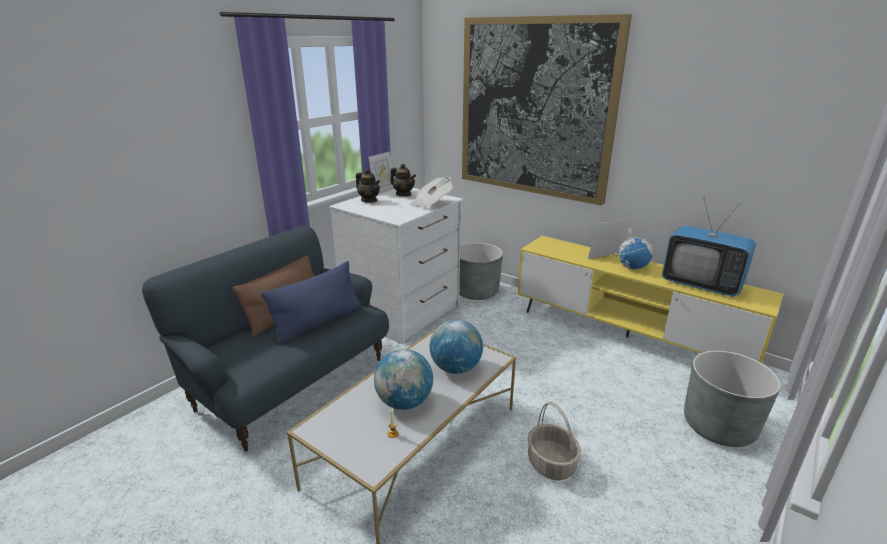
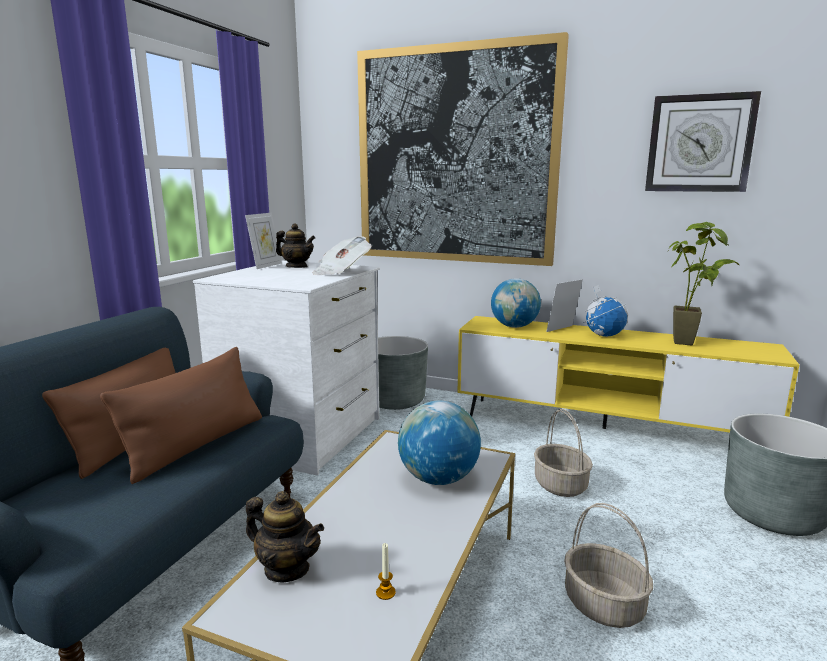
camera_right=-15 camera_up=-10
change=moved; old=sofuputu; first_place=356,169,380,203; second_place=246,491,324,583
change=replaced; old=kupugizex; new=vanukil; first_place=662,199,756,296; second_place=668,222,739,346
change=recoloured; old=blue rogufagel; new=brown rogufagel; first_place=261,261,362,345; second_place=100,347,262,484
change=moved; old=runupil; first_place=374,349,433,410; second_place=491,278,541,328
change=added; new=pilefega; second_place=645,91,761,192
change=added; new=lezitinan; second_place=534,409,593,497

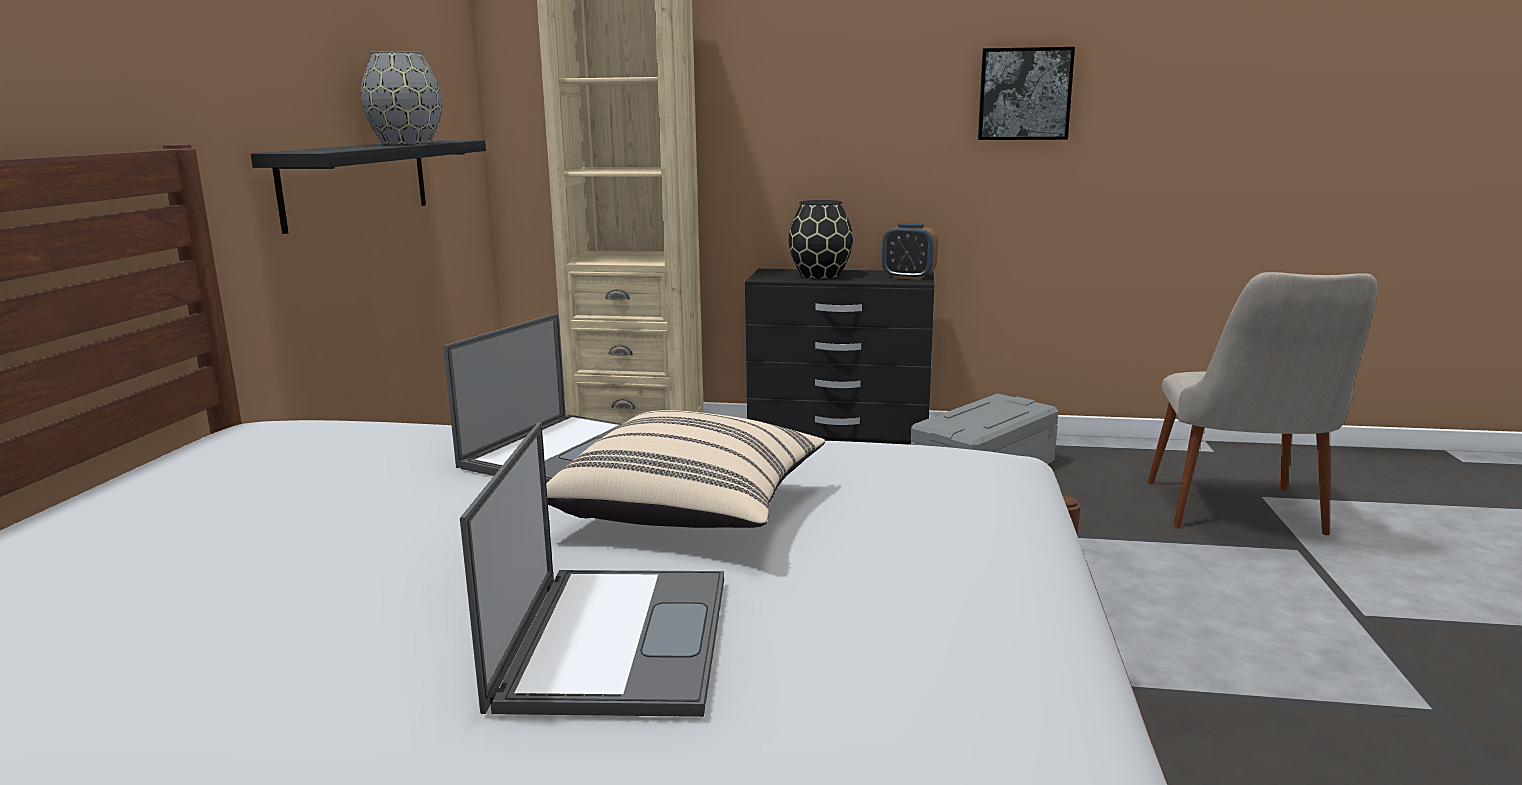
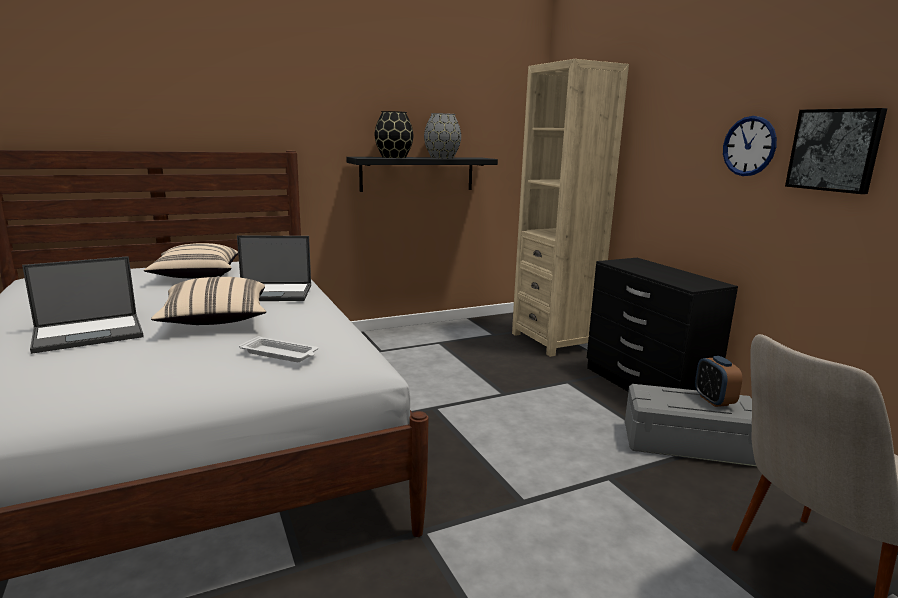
camera_right=55 camera_up=0
change=moved; old=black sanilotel; first_place=788,200,853,279; second_place=375,111,413,158
change=moved; old=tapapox; first_place=882,223,938,280; second_place=695,356,742,407
change=added; new=pilefega; second_place=723,116,777,176
change=added; new=beige rogufagel; second_place=144,243,238,278
change=added; new=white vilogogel; second_place=239,336,318,362

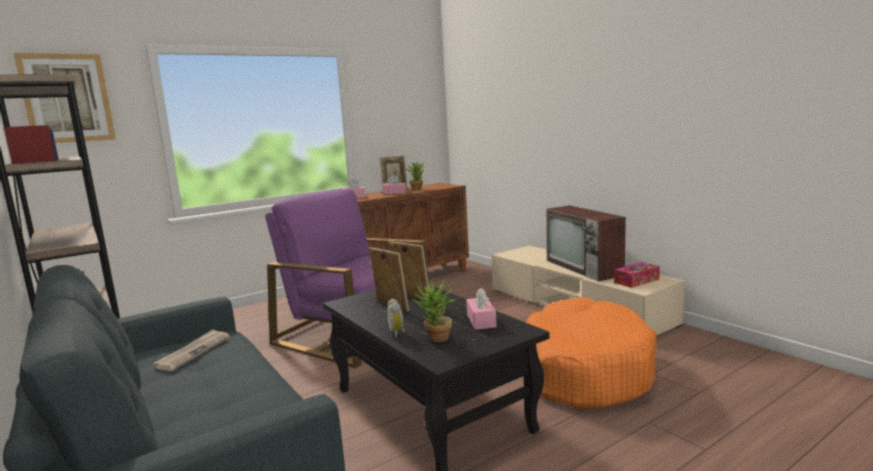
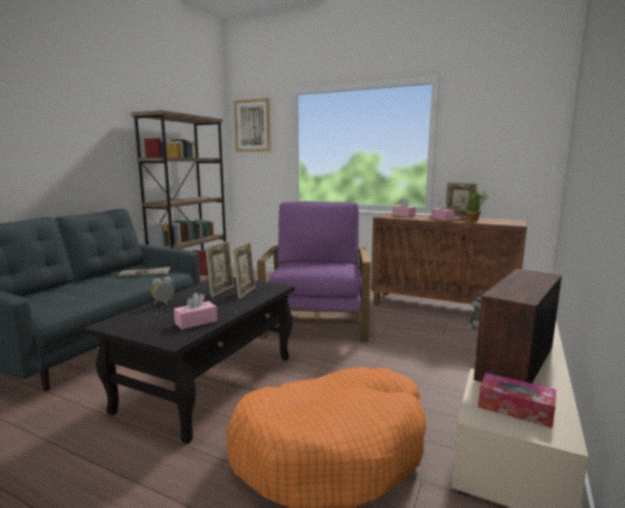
camera_right=60 camera_up=0
change=removed; old=vanukil; first_place=412,280,456,342

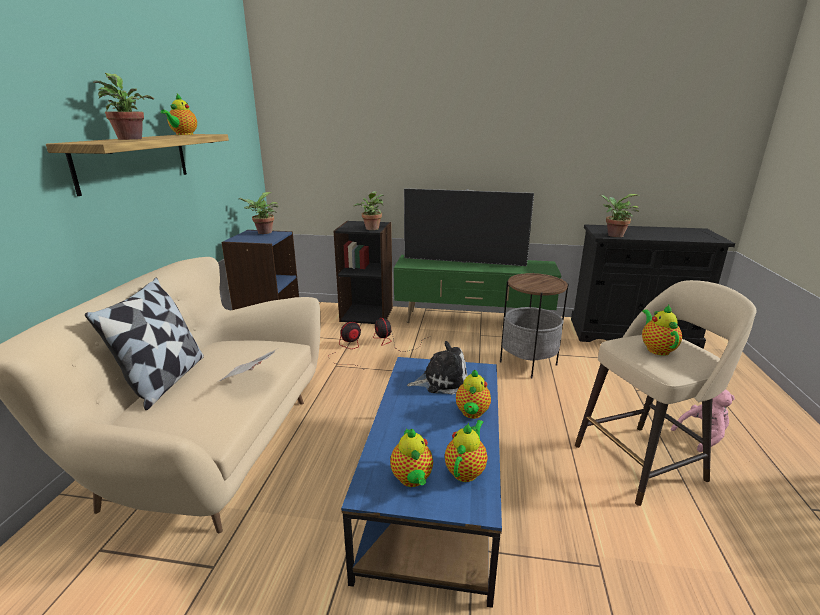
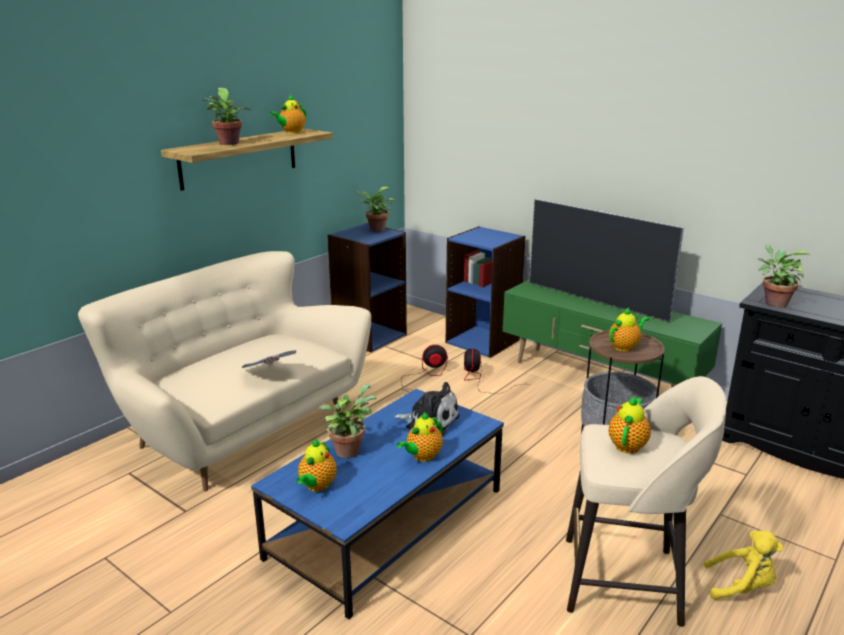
camera_right=30 camera_up=0
change=moved; old=vanukil; first_place=354,191,384,230; second_place=319,384,376,458
change=recoloured; old=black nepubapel; new=blue nepubapel; first_place=334,221,393,324; second_place=446,226,526,358
change=removed; old=rogufagel; first_place=85,277,204,410
change=recoloured; old=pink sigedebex; new=yellow sigedebex; first_place=671,389,735,452; second_place=704,530,784,600
change=moved; old=sofuputu; first_place=445,420,488,482; second_place=609,308,649,352

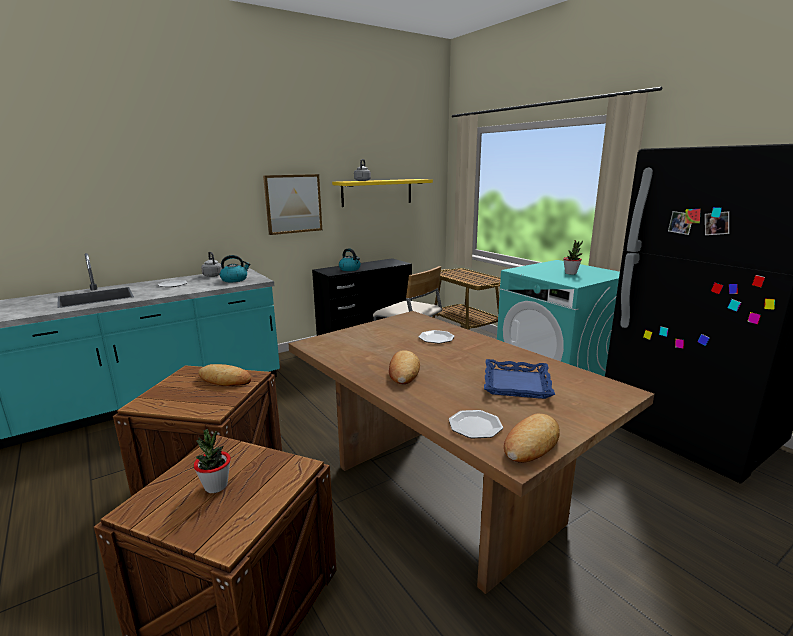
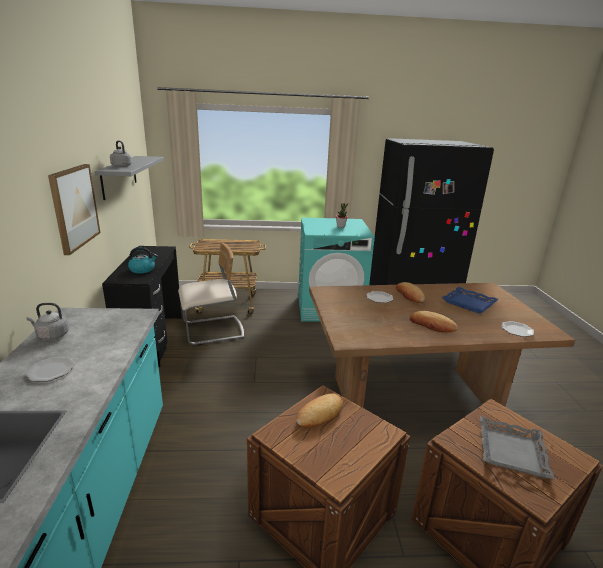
camera_right=-60 camera_up=5
change=recoloured; old=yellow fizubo; new=grey fizubo; first_place=332,179,433,207; second_place=94,156,164,200
change=removed; old=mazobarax; first_place=220,255,250,282
change=moved; old=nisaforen; first_place=504,413,560,463; second_place=396,282,425,303
change=replaced; old=vanukil; new=grey vilogogel; first_place=194,429,231,493; second_place=480,416,555,479

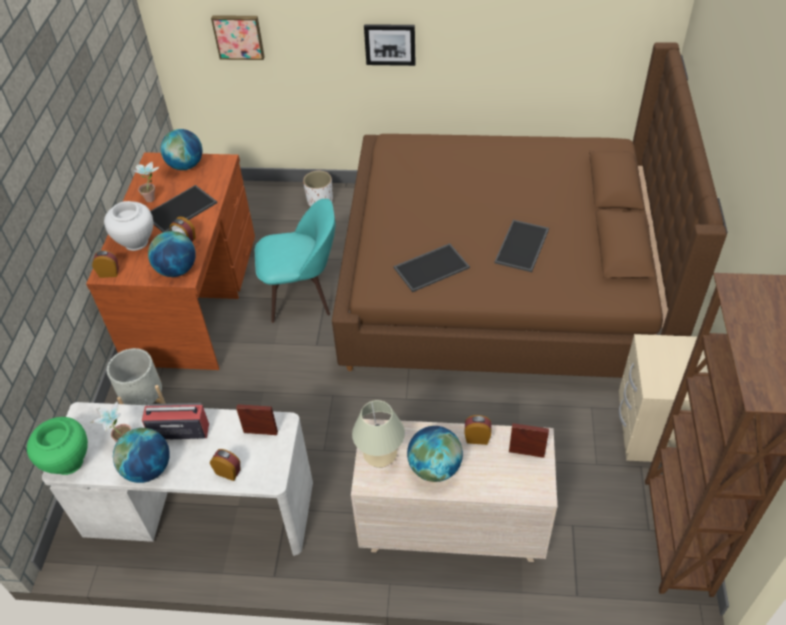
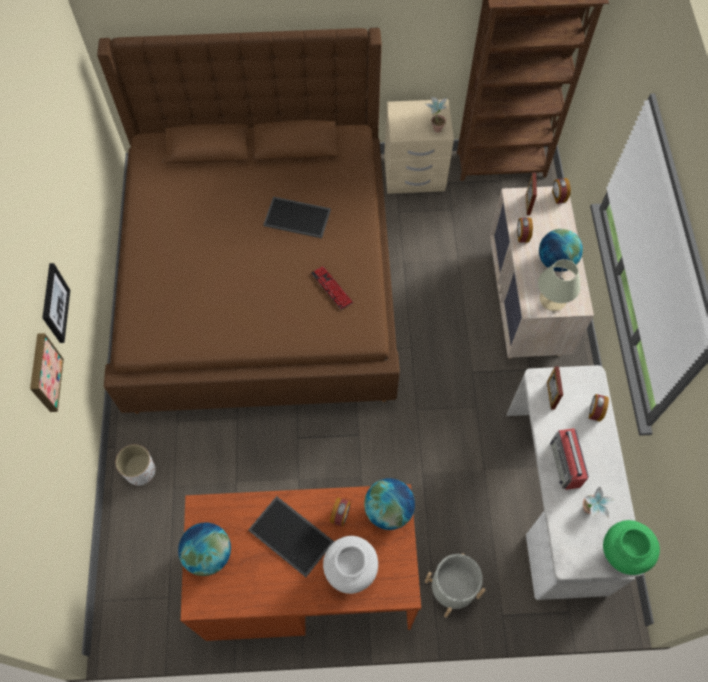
camera_right=-100 camera_up=15
change=moved; old=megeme; first_place=211,15,265,60; second_place=30,333,64,412
change=moved; old=vanukil; first_place=133,162,159,202; second_place=425,96,447,133
change=removed; old=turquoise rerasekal; first_place=255,199,336,323
change=replaced; old=vilogogel; new=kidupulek; first_place=394,243,470,292; second_place=311,266,353,310
change=moved; old=tapapox; first_place=92,250,119,278; second_place=552,178,571,204
change=removed; old=runupil; first_place=113,428,170,483

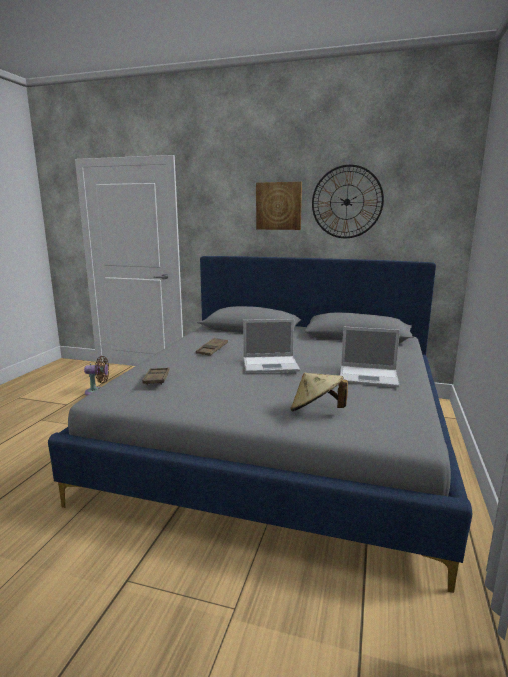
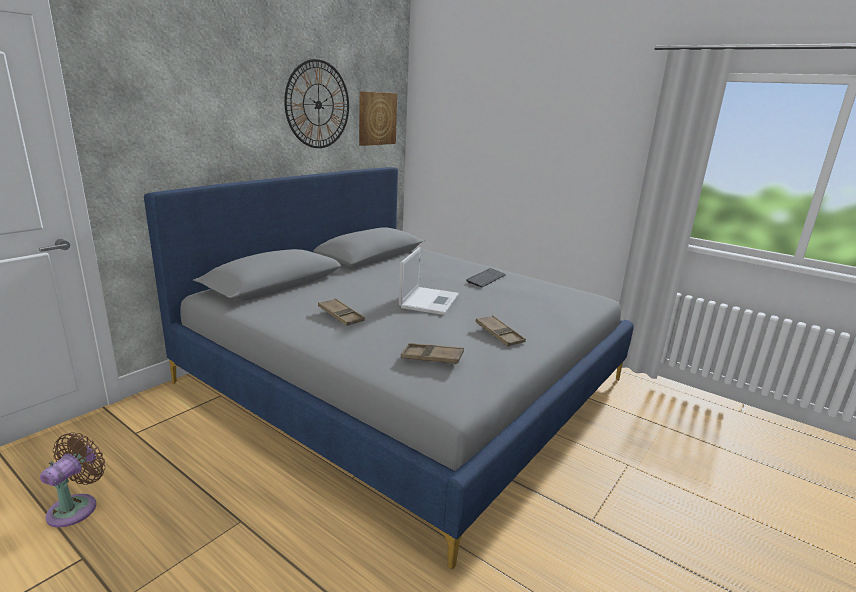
camera_right=-70 camera_up=5
change=moved; old=megeme; first_place=256,182,302,230; second_place=359,91,397,146
change=replaced; old=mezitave; new=kidupulek; first_place=340,327,400,387; second_place=466,268,506,287
change=removed; old=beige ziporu; first_place=290,373,348,411
change=added; new=brown vilogogel; second_place=475,315,526,346

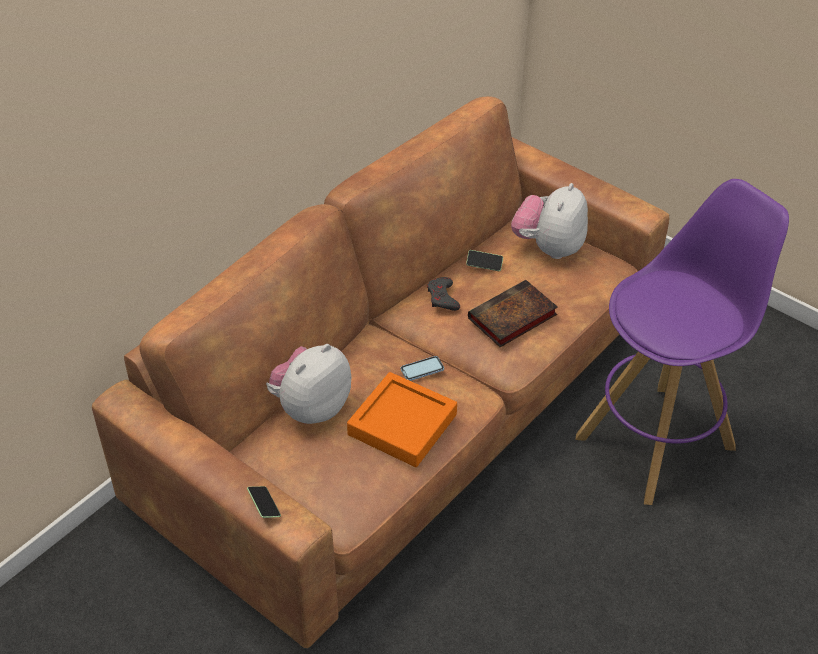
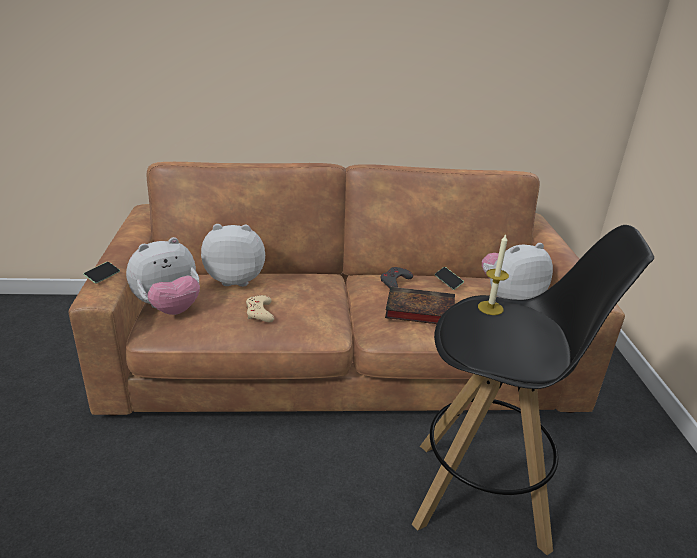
camera_right=45 camera_up=-15
change=recoloured; old=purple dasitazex; new=black dasitazex; first_place=575,179,789,505; second_place=412,225,654,555
change=removed; old=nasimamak; first_place=401,356,444,381
change=replaced; old=orange vilogogel; new=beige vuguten; first_place=347,372,457,467; second_place=246,295,274,322
change=added; new=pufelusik; second_place=478,234,509,315
change=added; new=sigedebex; second_place=126,237,200,315

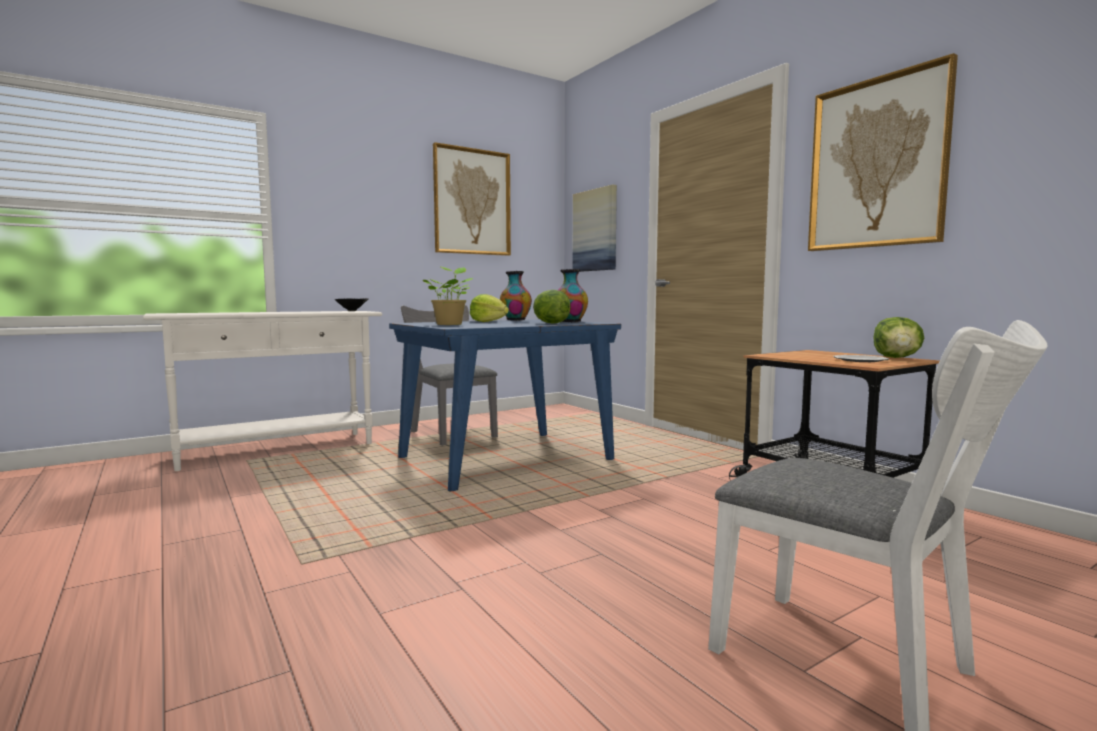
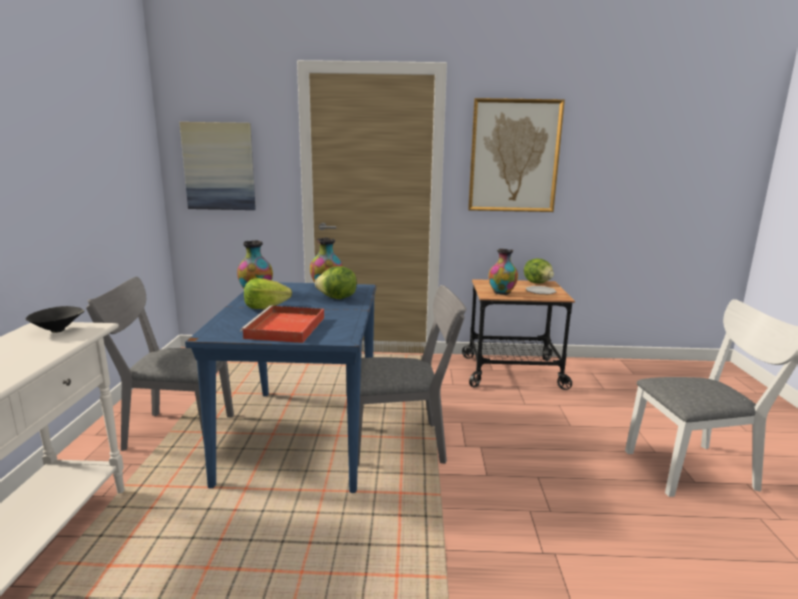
camera_right=-55 camera_up=10
change=removed; old=megeme; first_place=433,142,511,256
change=replaced; old=vanukil; new=red vilogogel; first_place=423,266,473,325; second_place=240,306,324,343
change=added; new=sanilotel; second_place=488,249,518,295
change=added; new=grey rerasekal; second_place=358,285,466,466

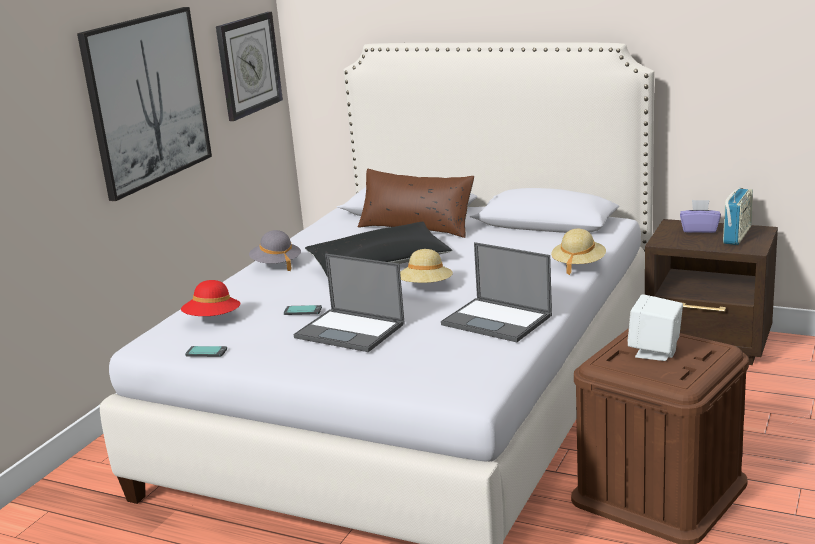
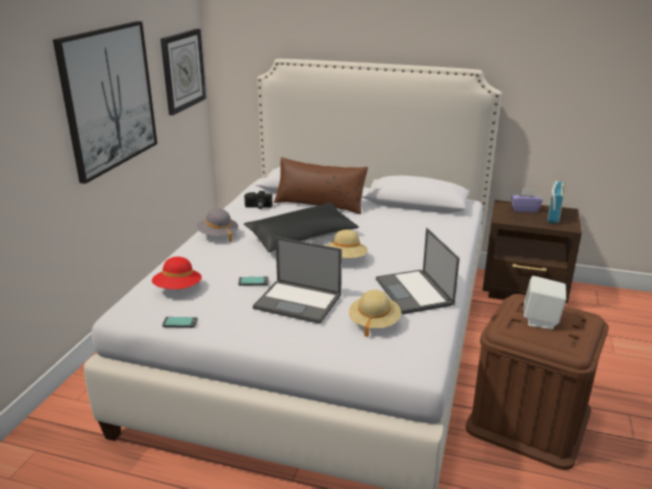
camera_right=-10 camera_up=5
change=moved; old=beige ziporu; first_place=551,229,606,275; second_place=349,290,401,337
change=turned; old=mezitave; first_place=441,242,552,342; second_place=376,228,460,314; degrees=45
change=added; new=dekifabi; second_place=244,191,273,209

